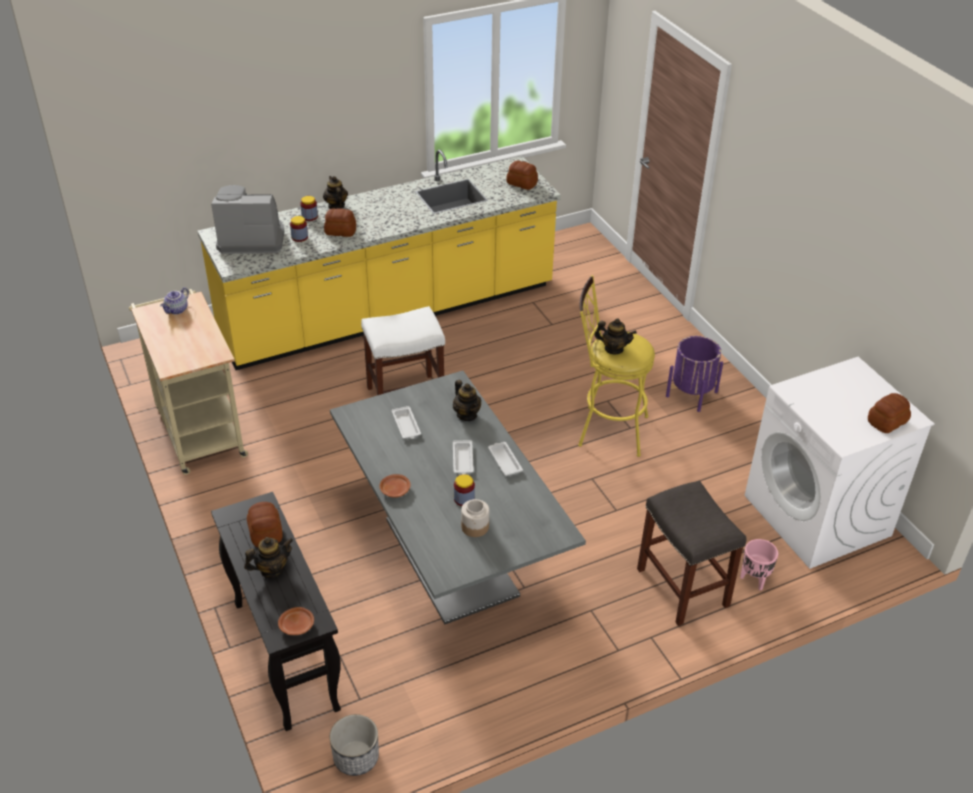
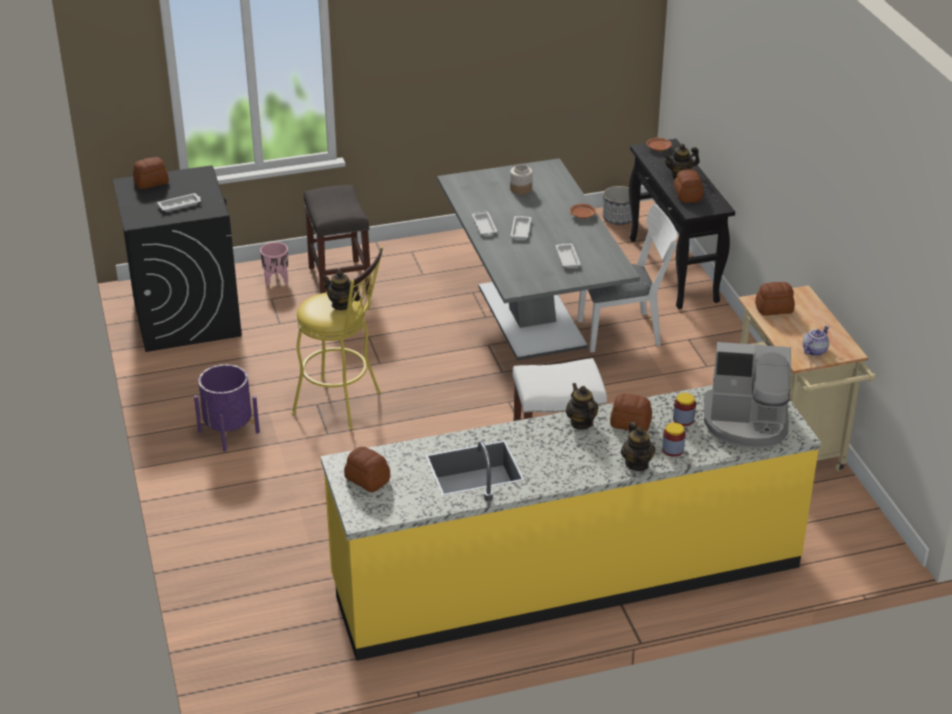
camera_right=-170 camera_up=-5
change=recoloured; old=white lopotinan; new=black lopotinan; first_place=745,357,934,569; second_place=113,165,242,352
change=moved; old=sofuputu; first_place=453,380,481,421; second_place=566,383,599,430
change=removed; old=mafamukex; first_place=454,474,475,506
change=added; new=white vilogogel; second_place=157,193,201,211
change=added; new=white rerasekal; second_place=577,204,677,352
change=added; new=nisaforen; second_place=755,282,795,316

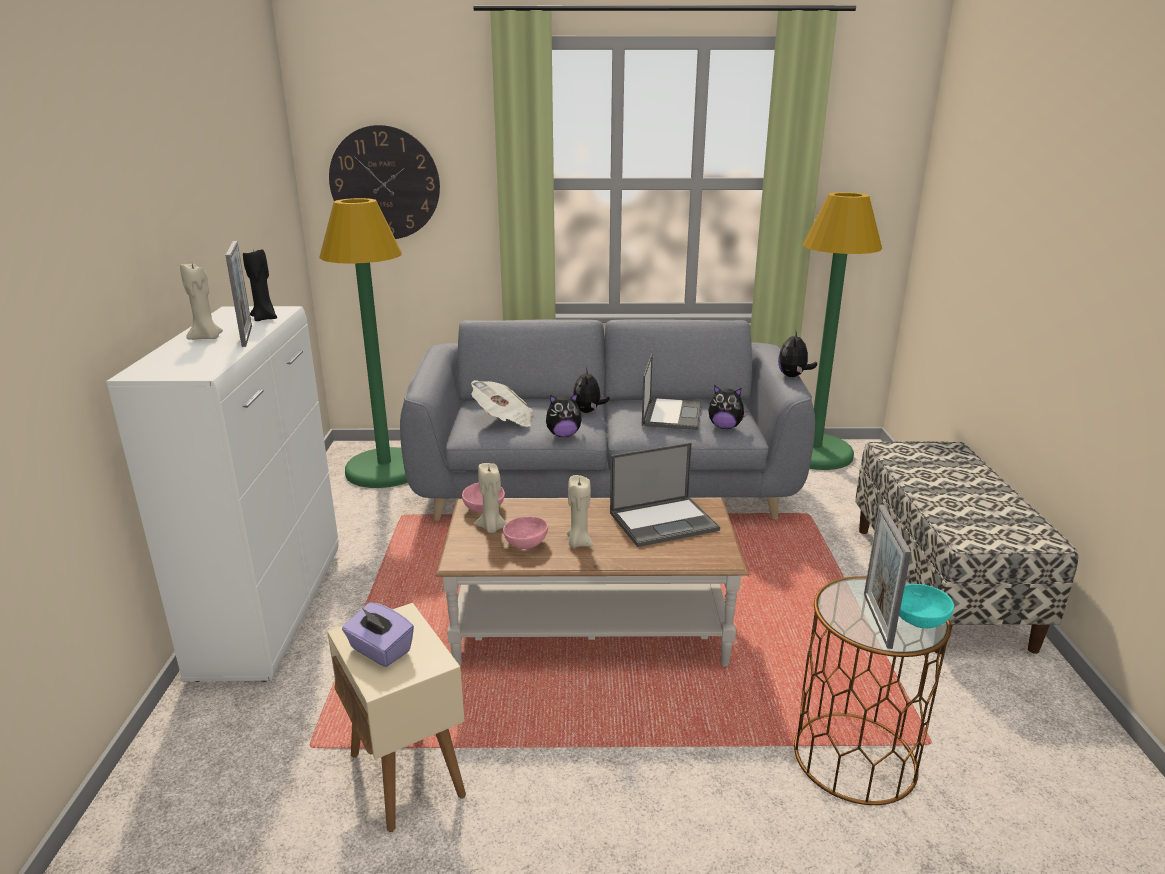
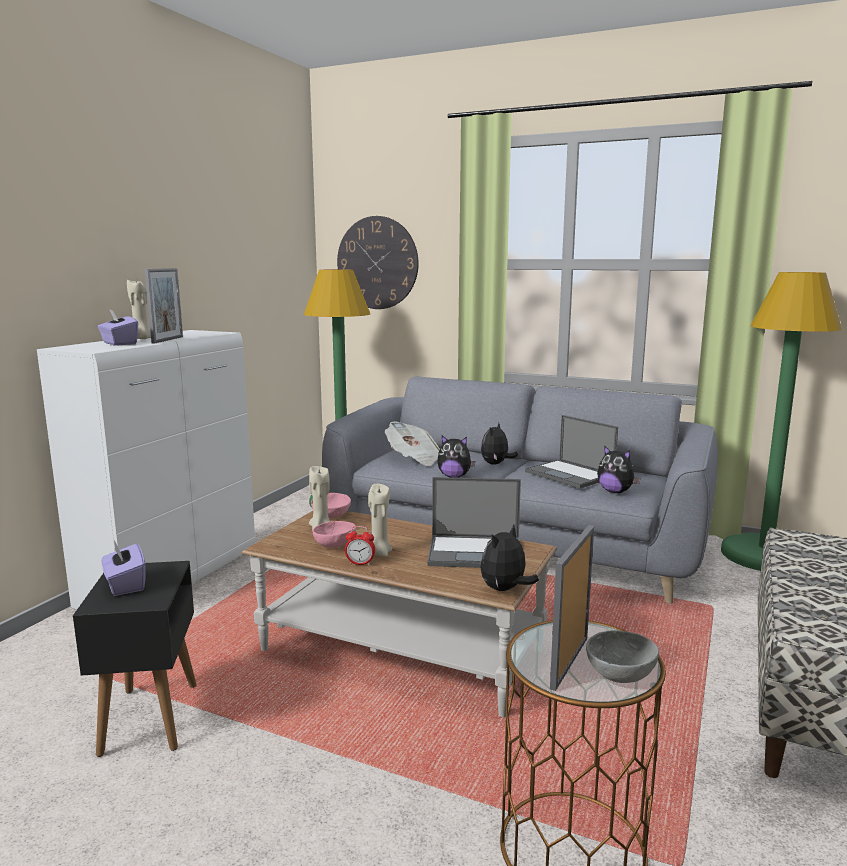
camera_right=25 camera_up=-10
change=removed; old=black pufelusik; first_place=243,249,277,321
change=moved; old=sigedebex; first_place=778,332,817,377; second_place=480,524,539,591
change=turned; old=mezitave; first_place=642,353,702,430; second_place=525,415,618,489; degrees=105
change=recoloured; old=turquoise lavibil; new=grey lavibil; first_place=899,584,954,628; second_place=586,630,659,683
change=recoloured; old=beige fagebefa; new=black fagebefa; first_place=327,603,466,832; second_place=73,561,197,757
change=added; new=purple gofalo; second_place=98,309,138,346
change=added; new=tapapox; second_place=345,526,375,565

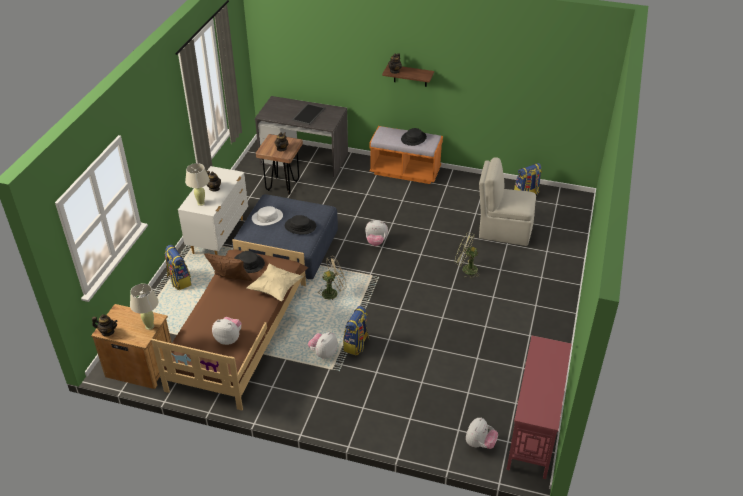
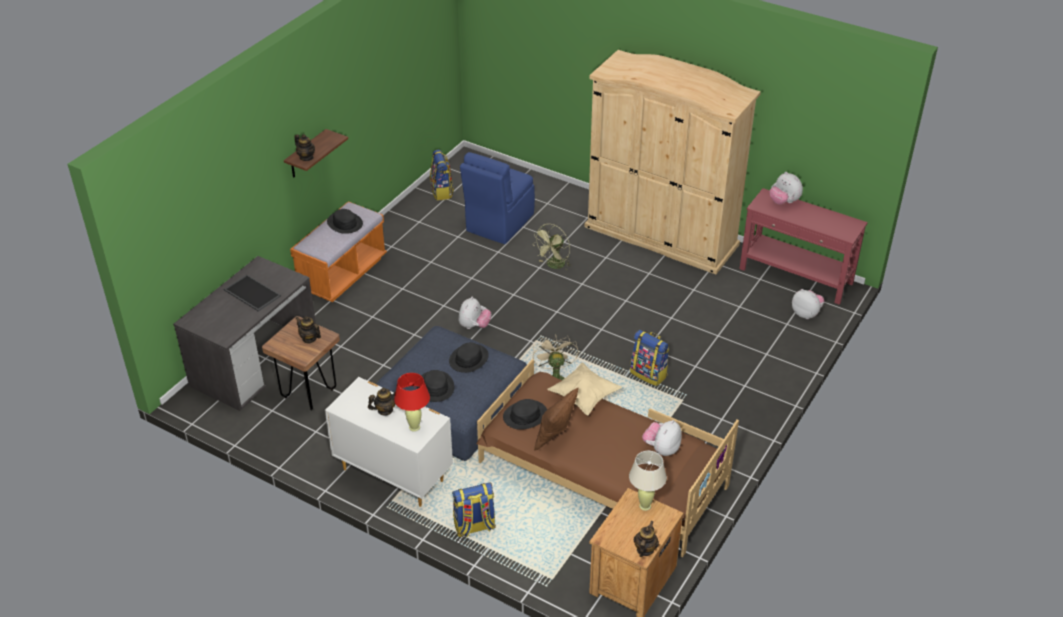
camera_right=-75 camera_up=0
change=recoloured; old=beige rerasekal; new=blue rerasekal; first_place=479,157,536,246; second_place=460,152,535,244
change=recoloured; old=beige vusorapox; new=red vusorapox; first_place=185,163,210,206; second_place=394,373,430,432
change=recoloured; old=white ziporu; new=black ziporu; first_place=252,206,283,226; second_place=417,370,454,402
change=moved; old=sigedebex; first_place=308,332,338,359; second_place=770,172,803,204
change=added; new=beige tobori; second_place=584,50,761,274

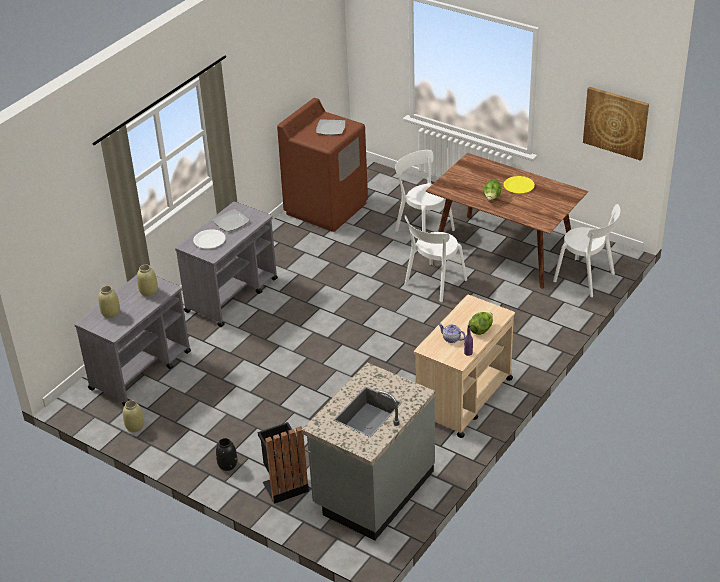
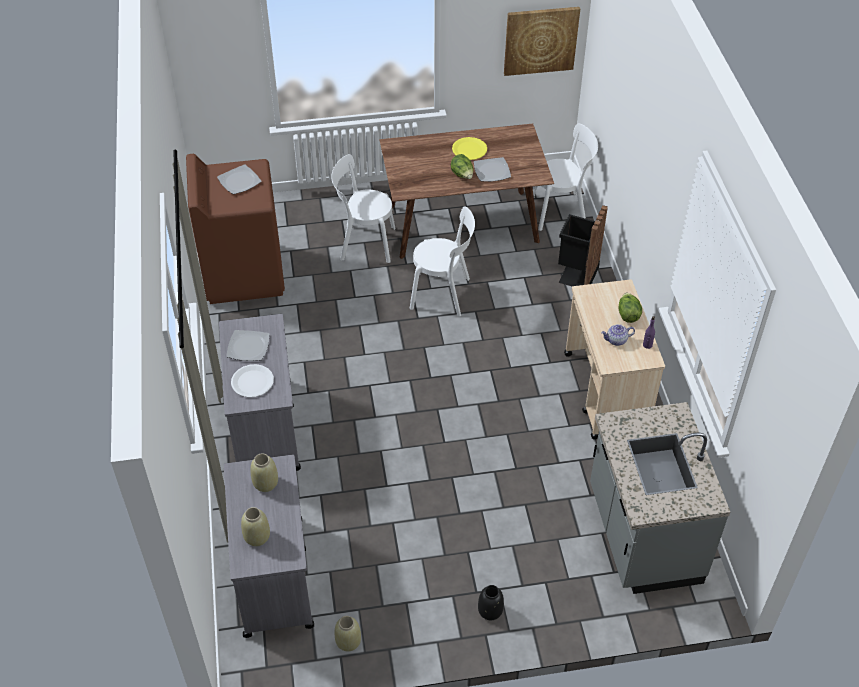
camera_right=-45 camera_up=10
change=turned; old=white rerasekal; first_place=404,215,467,302; second_place=410,207,475,317; degrees=-75
change=moved; old=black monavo; first_place=258,422,309,504; second_place=558,205,608,286
change=added; new=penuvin; second_place=474,157,511,182

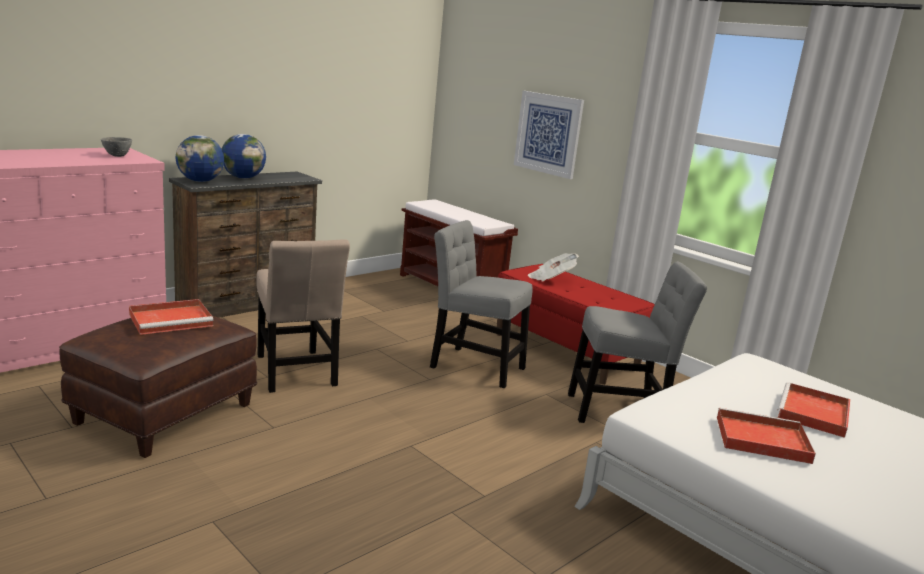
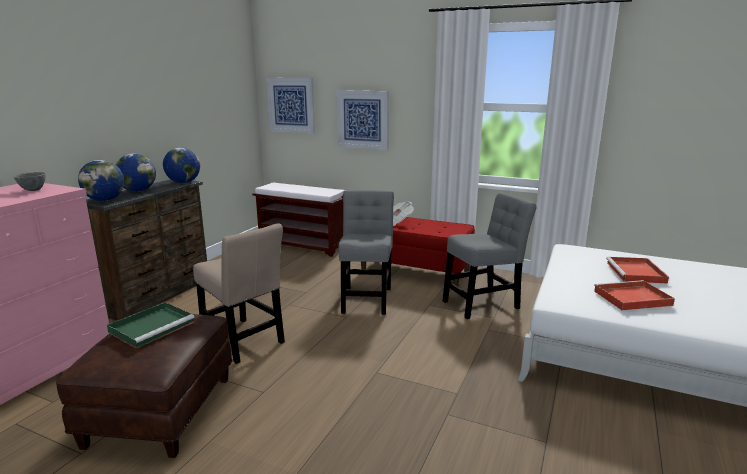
camera_right=-20 camera_up=0
change=turned; old=grey rerasekal; first_place=430,220,533,388; second_place=338,190,394,315; degrees=90
change=recoloured; old=red vilogogel; new=green vilogogel; first_place=129,299,213,335; second_place=107,302,195,349
change=added; new=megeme; second_place=266,78,315,133
change=added; new=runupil; second_place=163,148,200,183

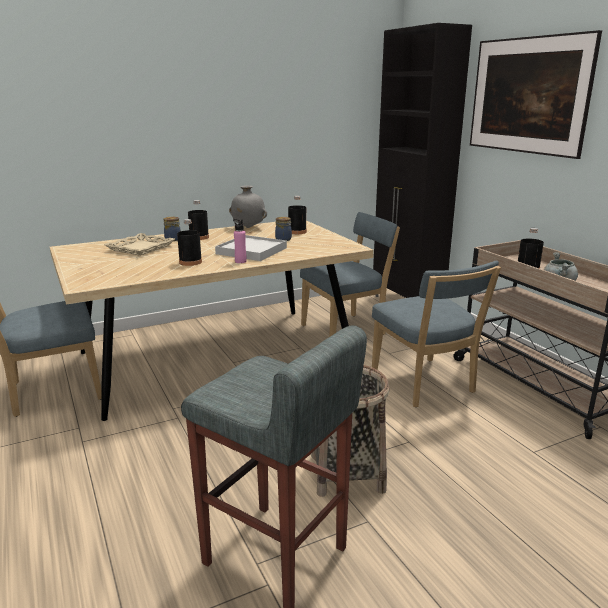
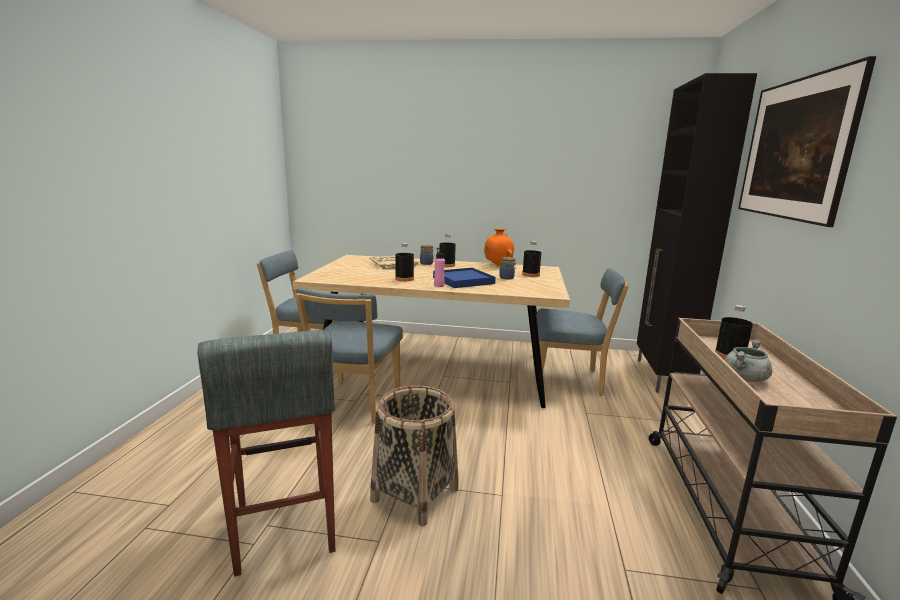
camera_right=35 camera_up=-5
change=recoloured; old=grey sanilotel; new=orange sanilotel; first_place=229,185,267,228; second_place=484,228,514,266
change=recoloured; old=white vilogogel; new=blue vilogogel; first_place=215,235,287,261; second_place=433,268,496,288
change=moved; old=blue rerasekal; first_place=372,261,501,407; second_place=295,288,403,423

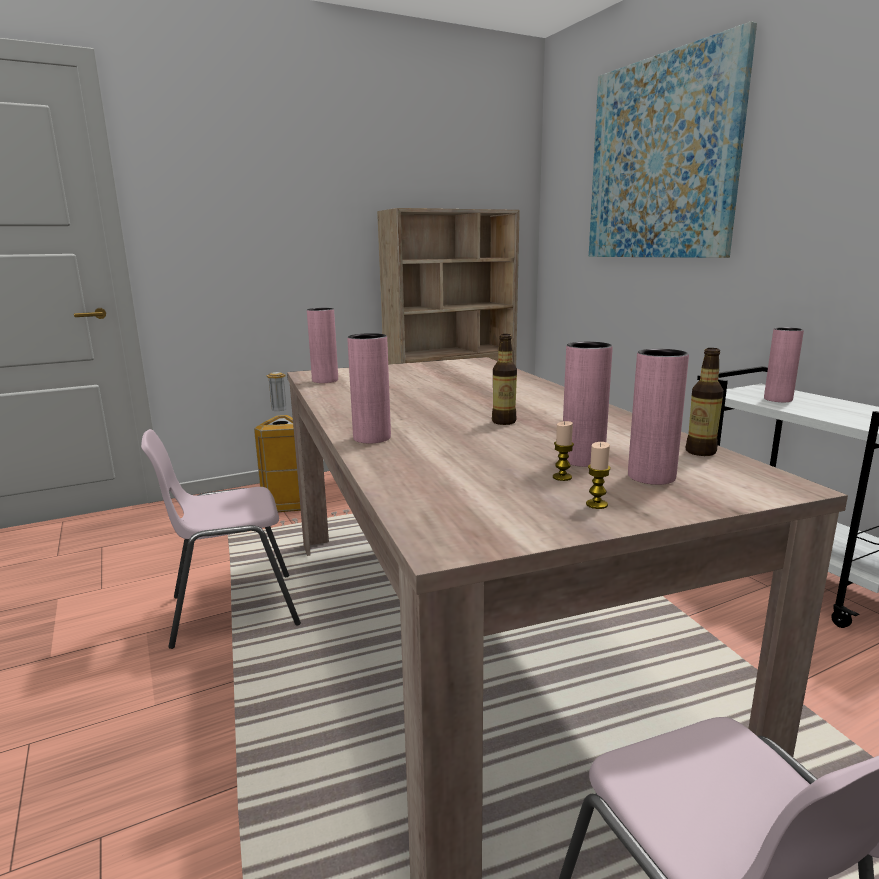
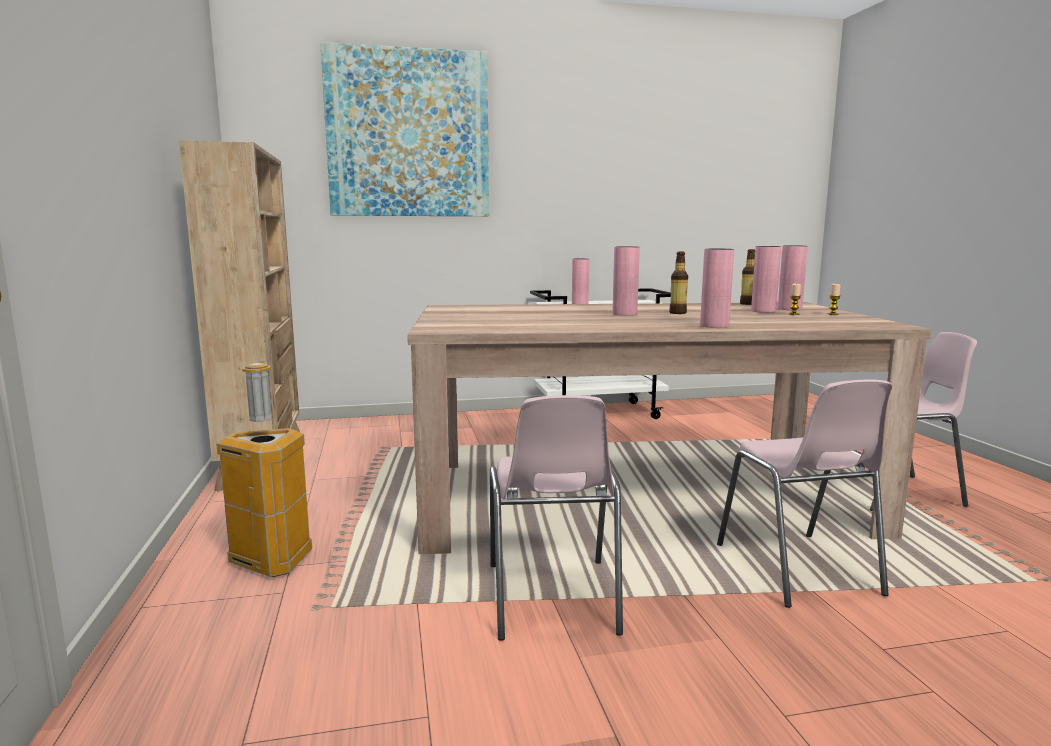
camera_right=-75 camera_up=-5
change=moved; old=pink sanilotel; first_place=307,308,338,383; second_place=613,246,640,316
change=added; new=pink rerasekal; second_place=717,380,892,608

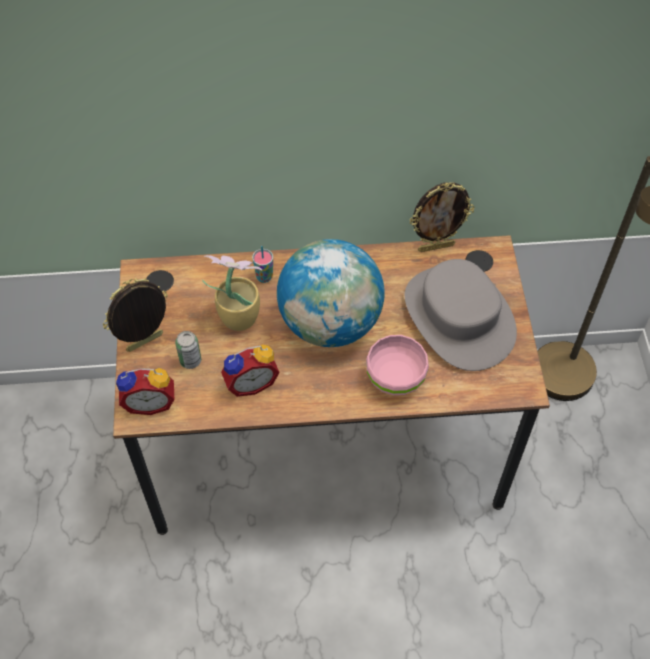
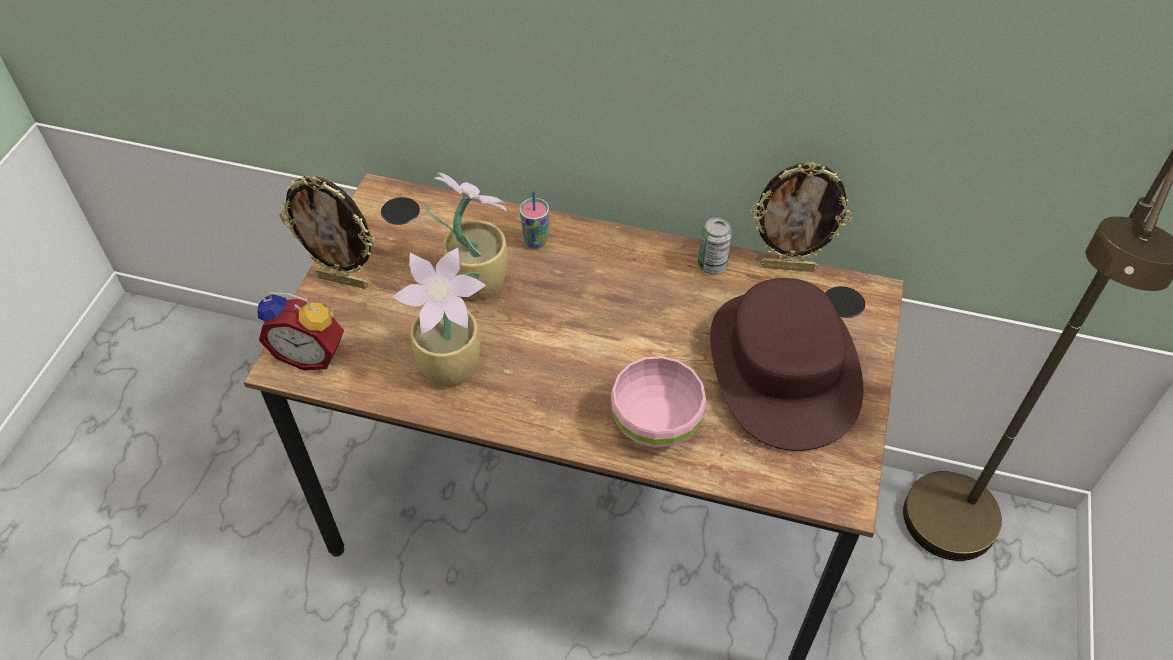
camera_right=20 camera_up=-5
change=removed; old=runupil; first_place=277,239,385,347
change=recoloured; old=grey ziporu; new=brown ziporu; first_place=405,259,517,371; second_place=710,278,863,451
change=turned; old=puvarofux; first_place=103,278,168,352; second_place=280,176,374,289; degrees=-150
change=moved; old=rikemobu; first_place=175,331,201,369; second_place=698,217,732,274
change=replaced; old=tapapox; new=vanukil; first_place=221,344,280,397; second_place=392,248,486,387

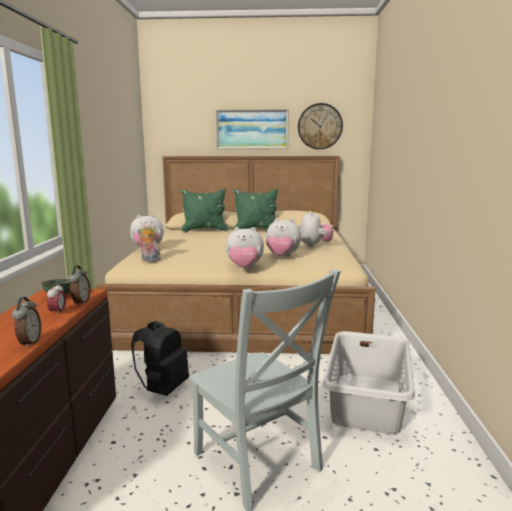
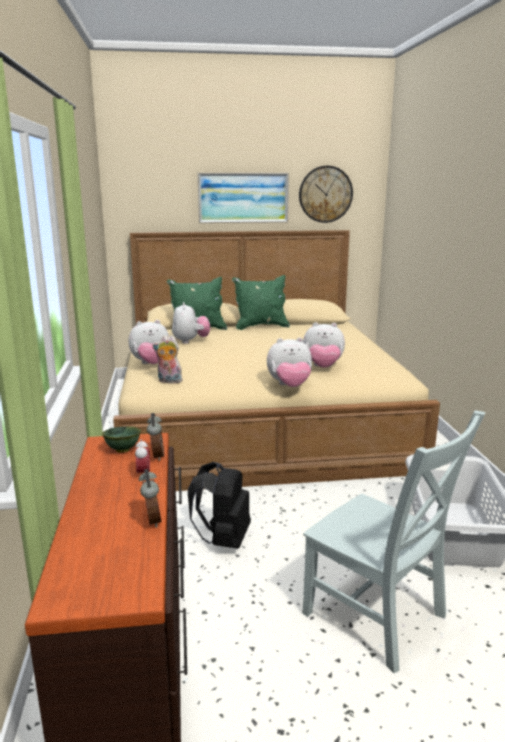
camera_right=-10 camera_up=5
change=moved; old=sigedebex; first_place=300,211,333,247; second_place=172,302,210,344

